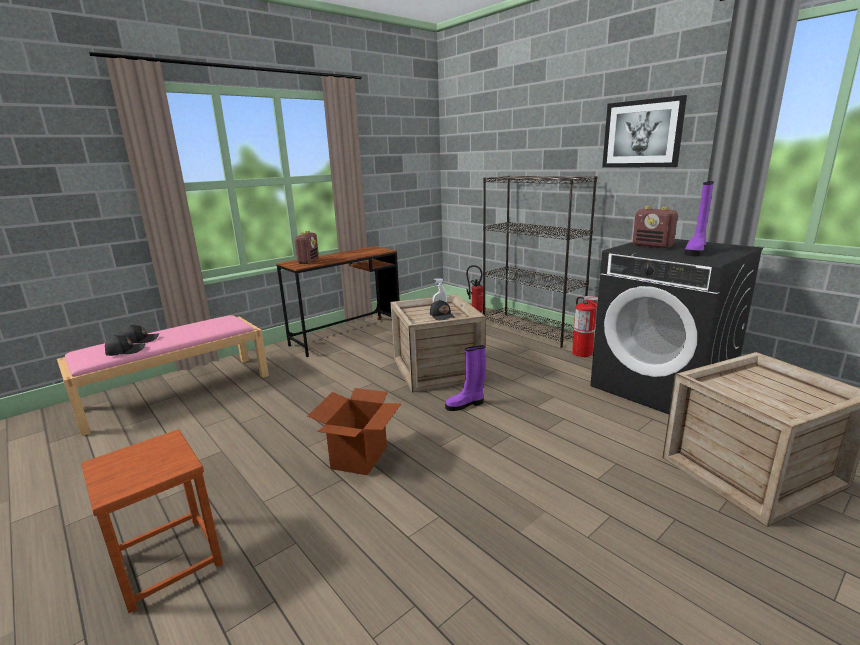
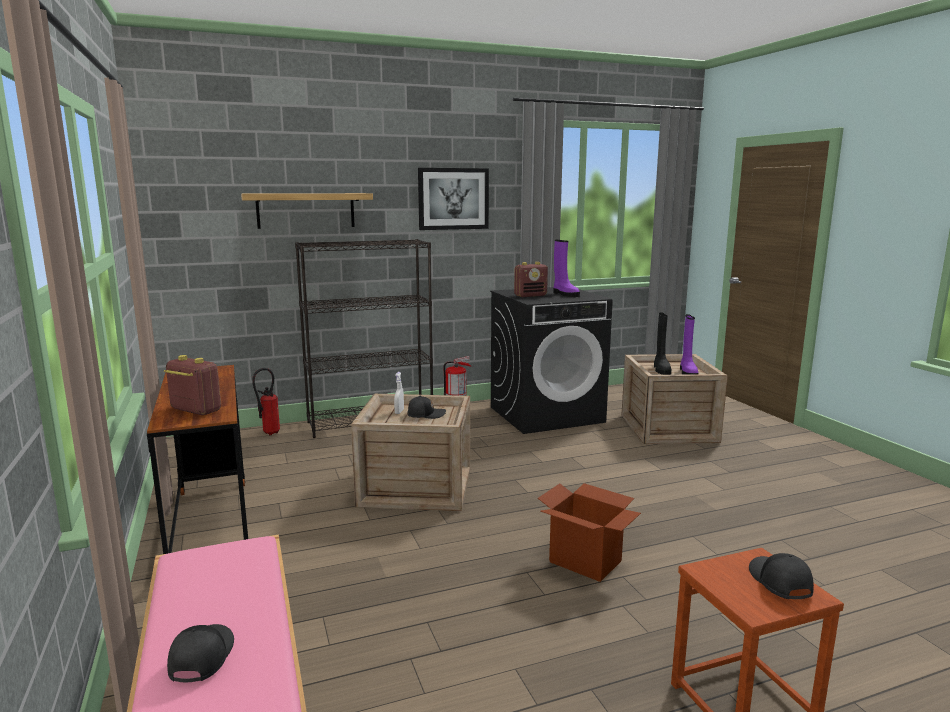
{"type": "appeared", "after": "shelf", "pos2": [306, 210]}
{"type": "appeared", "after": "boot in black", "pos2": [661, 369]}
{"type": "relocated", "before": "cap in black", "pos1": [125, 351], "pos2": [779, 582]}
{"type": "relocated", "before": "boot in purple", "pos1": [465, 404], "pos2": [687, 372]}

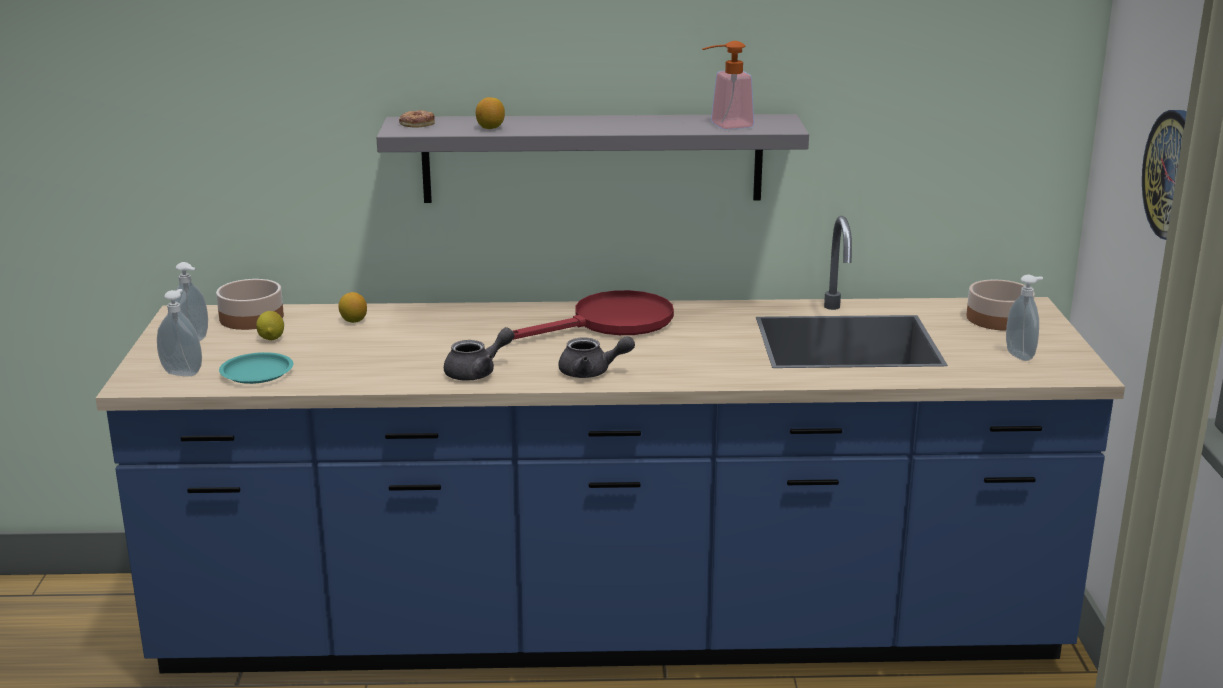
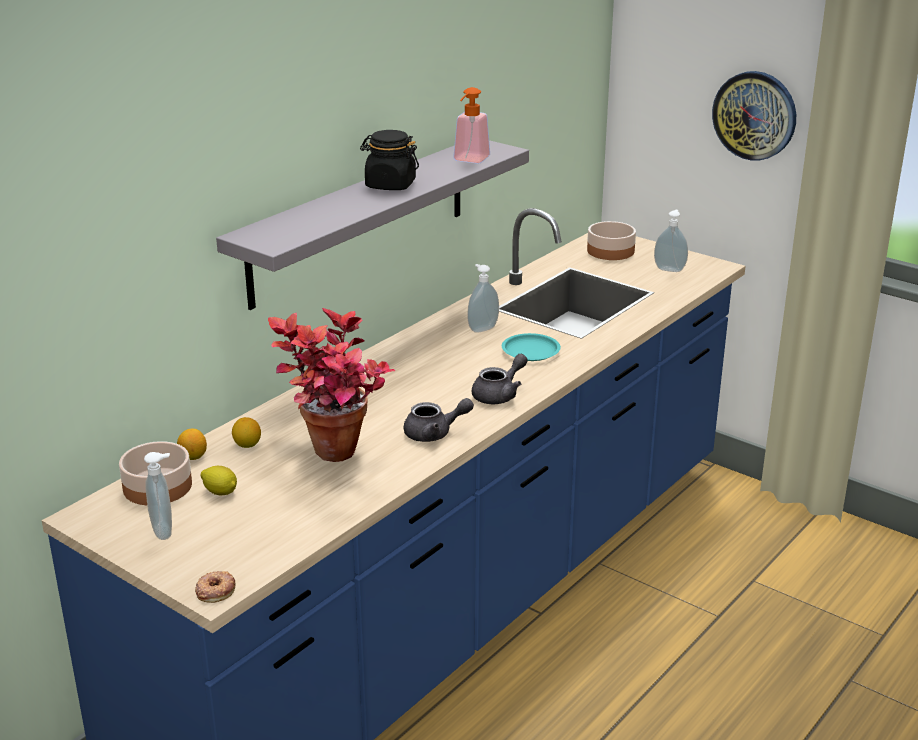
{"type": "missing", "before": "frying pan in red", "pos1": [610, 323]}
{"type": "appeared", "after": "potted plant", "pos2": [335, 461]}
{"type": "appeared", "after": "jar in black", "pos2": [390, 185]}
{"type": "relocated", "before": "soap dispenser", "pos1": [183, 372], "pos2": [482, 328]}
{"type": "relocated", "before": "plate in turquoise", "pos1": [256, 373], "pos2": [530, 351]}
{"type": "relocated", "before": "donut", "pos1": [417, 123], "pos2": [215, 590]}
{"type": "relocated", "before": "lemon", "pos1": [490, 128], "pos2": [193, 457]}
{"type": "spun", "before": "teapot in grey", "pos1": [477, 372], "pos2": [434, 433], "turn": 75}

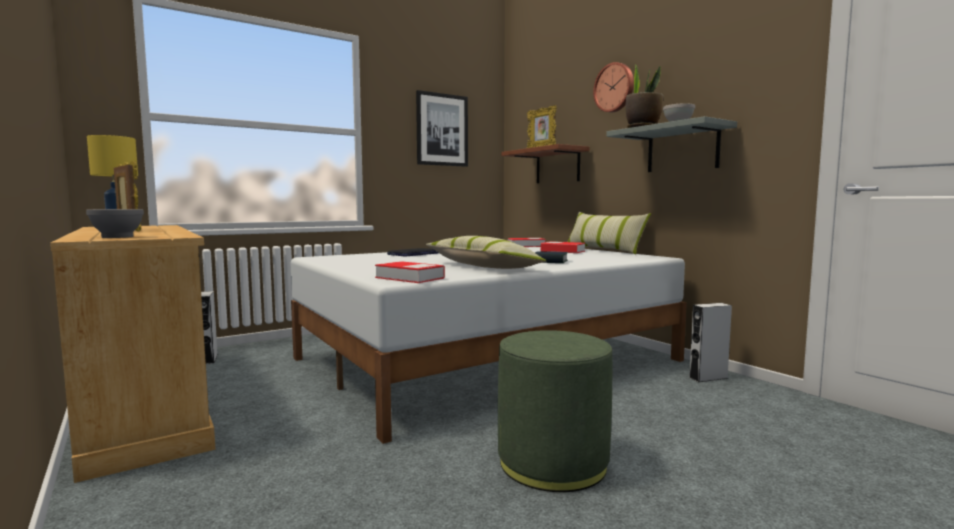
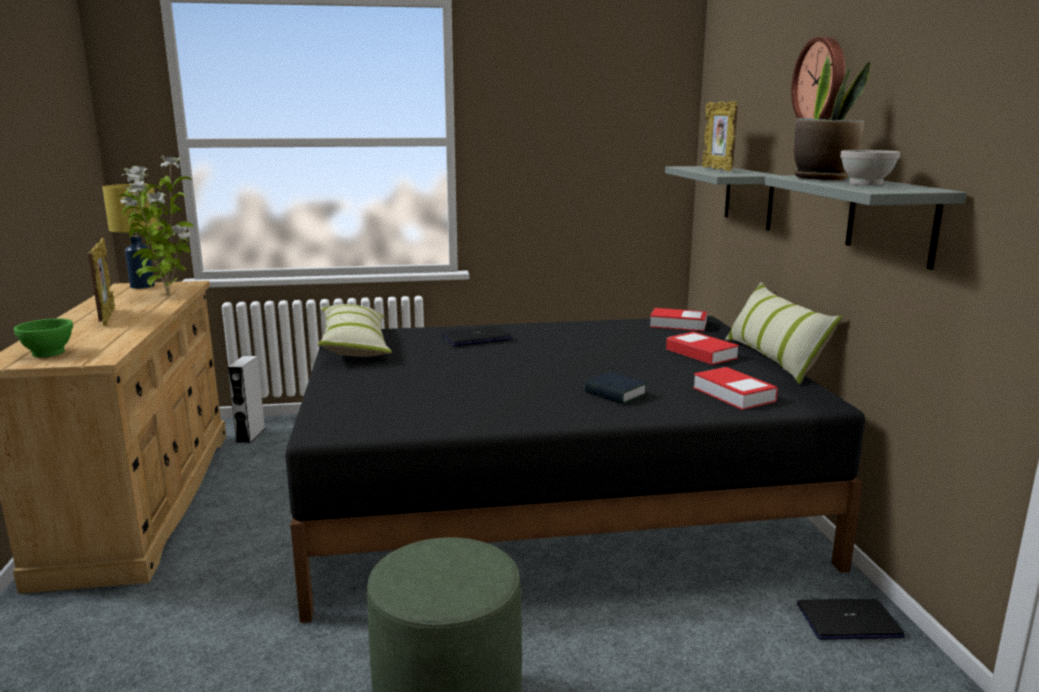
{"type": "missing", "before": "picture", "pos1": [442, 130]}
{"type": "appeared", "after": "potted plant", "pos2": [166, 295]}
{"type": "relocated", "before": "book", "pos1": [409, 278], "pos2": [733, 394]}
{"type": "relocated", "before": "pillow", "pos1": [483, 267], "pos2": [354, 345]}
{"type": "exchanged", "before": "speaker in grey", "after": "laptop", "pos1": [708, 378], "pos2": [848, 621]}
{"type": "colour", "before": "bowl in grey", "after": "bowl in green", "pos1": [118, 237], "pos2": [49, 353]}
{"type": "colour", "before": "bed in white", "after": "bed in black", "pos1": [487, 359], "pos2": [551, 503]}
{"type": "colour", "before": "shelf in brown", "after": "shelf in grey", "pos1": [557, 166], "pos2": [748, 197]}

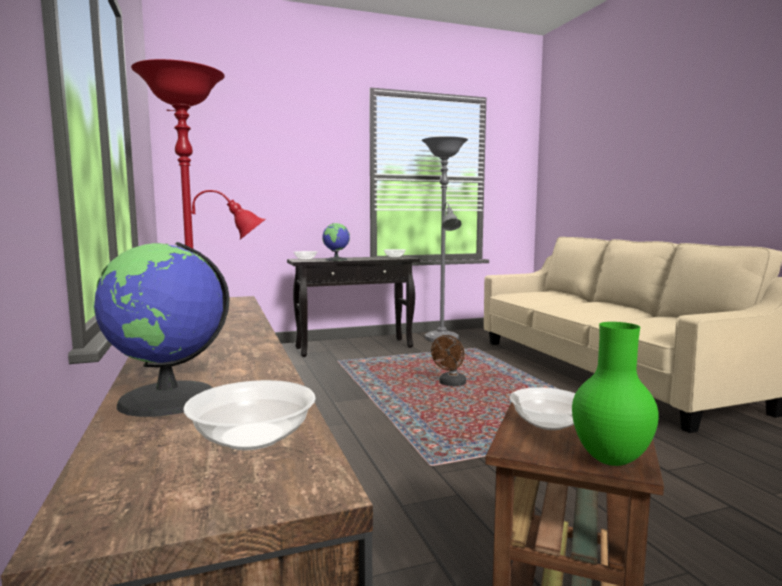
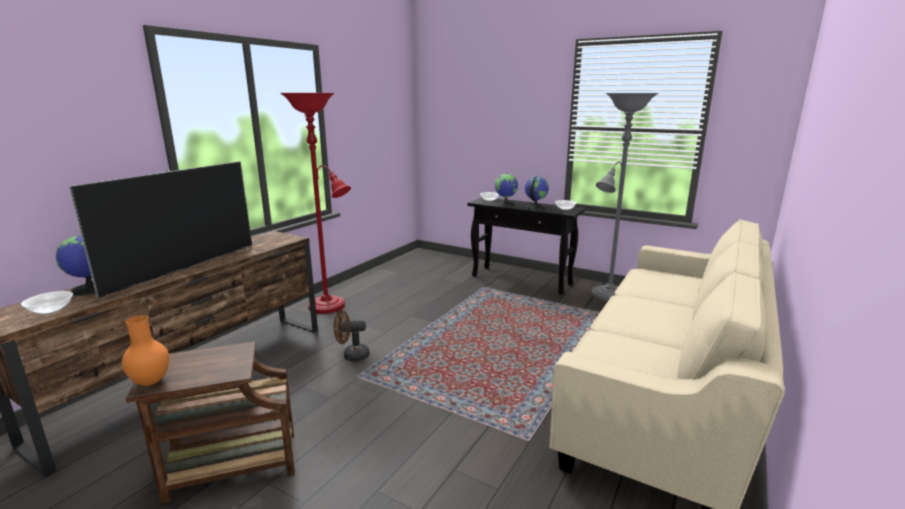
{"type": "missing", "before": "bowl", "pos1": [548, 423]}
{"type": "appeared", "after": "television", "pos2": [185, 268]}
{"type": "appeared", "after": "globe", "pos2": [535, 207]}
{"type": "relocated", "before": "fan in brown", "pos1": [450, 384], "pos2": [352, 355]}
{"type": "colour", "before": "vase in green", "after": "vase in orange", "pos1": [611, 460], "pos2": [152, 382]}

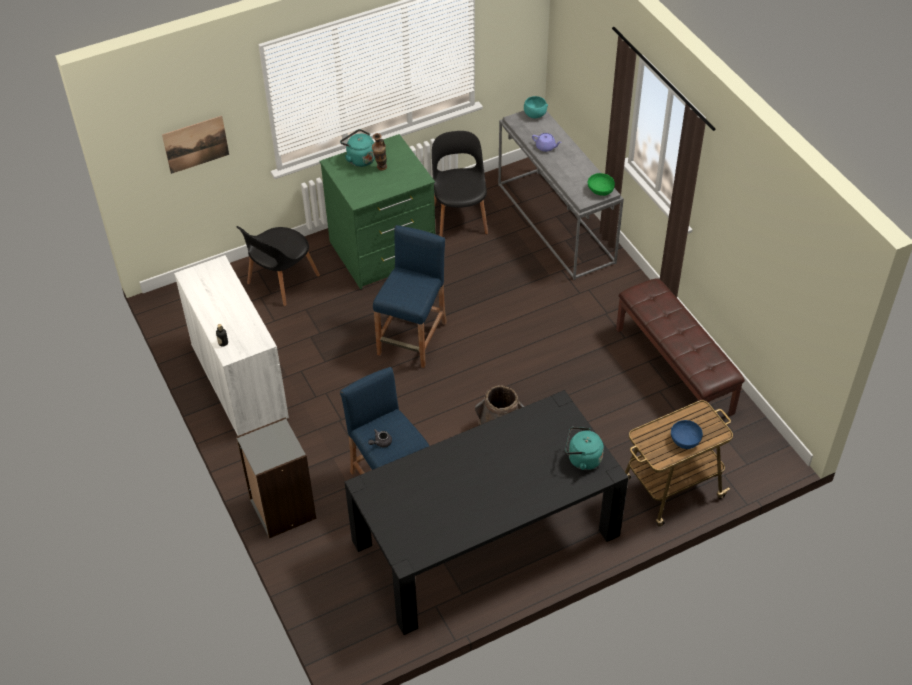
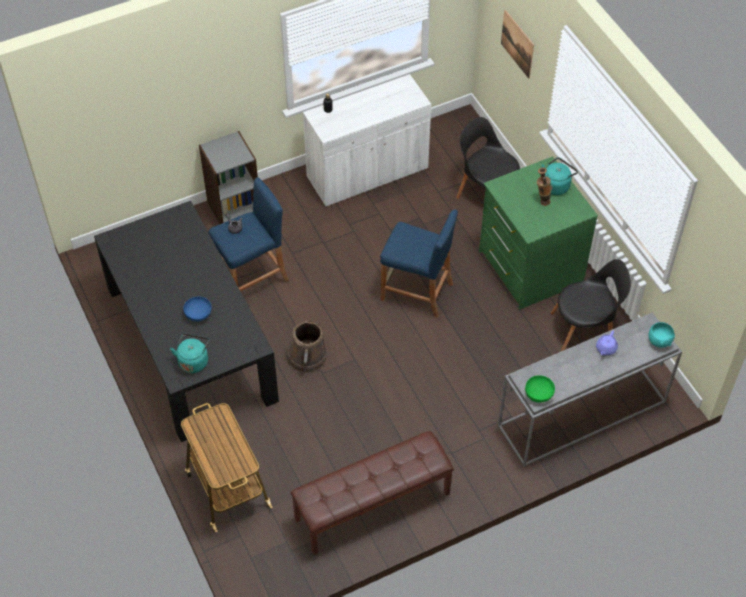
{"type": "relocated", "before": "bowl in blue", "pos1": [685, 440], "pos2": [198, 314]}

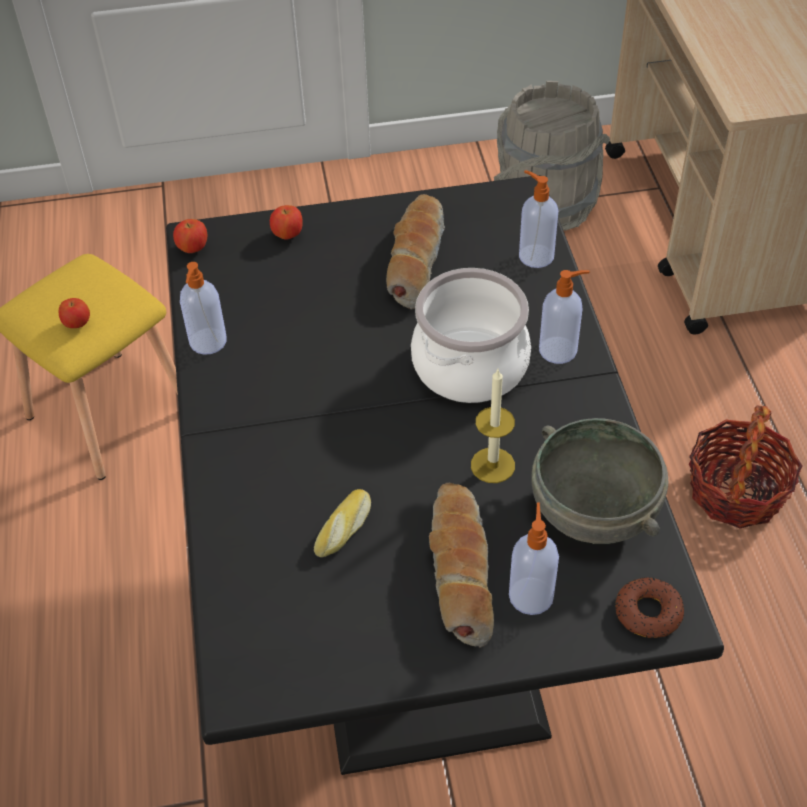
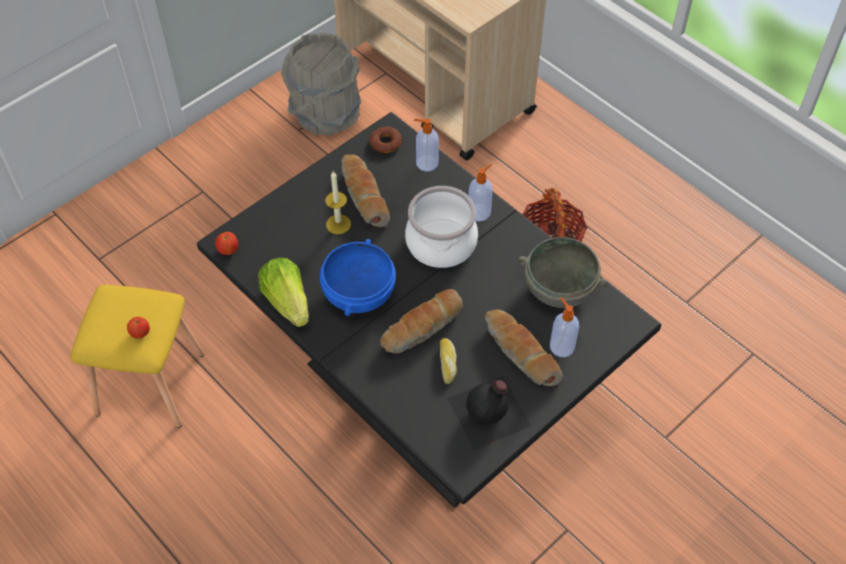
{"type": "missing", "before": "apple", "pos1": [288, 235]}
{"type": "appeared", "after": "bowl in blue", "pos2": [358, 294]}
{"type": "appeared", "after": "bread", "pos2": [423, 329]}
{"type": "appeared", "after": "bottle in black", "pos2": [490, 412]}
{"type": "relocated", "before": "candle", "pos1": [492, 465], "pos2": [338, 224]}
{"type": "relocated", "before": "donut", "pos1": [647, 612], "pos2": [385, 143]}
{"type": "exchanged", "before": "soap dispenser", "after": "lettuce", "pos1": [207, 342], "pos2": [287, 302]}

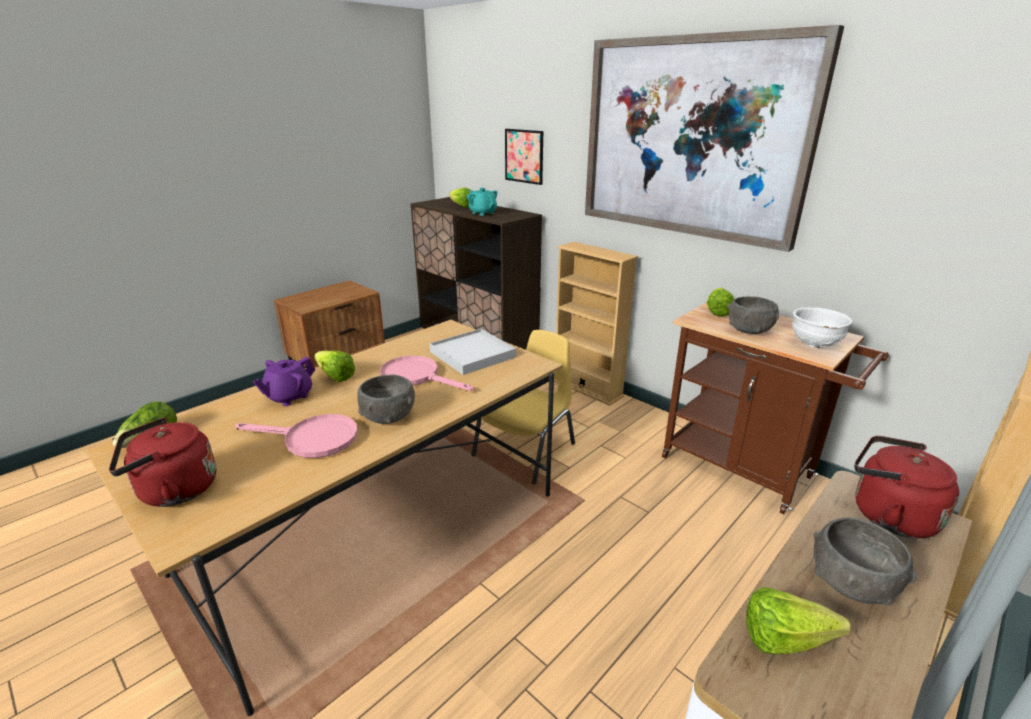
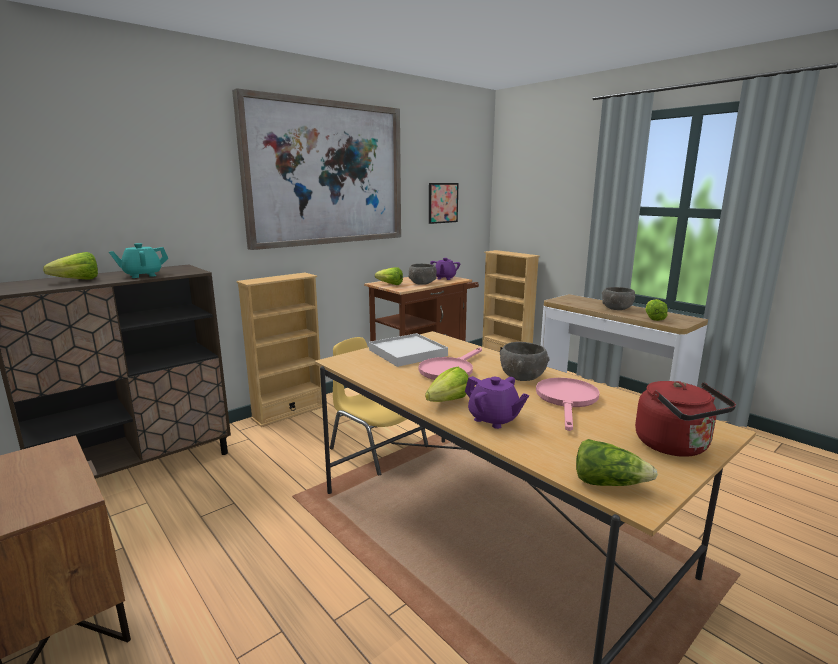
{"type": "missing", "before": "kettle in red", "pos1": [887, 515]}
{"type": "relocated", "before": "picture", "pos1": [524, 156], "pos2": [443, 203]}
{"type": "exchanged", "before": "bowl in white", "after": "teapot in purple", "pos1": [815, 344], "pos2": [444, 278]}

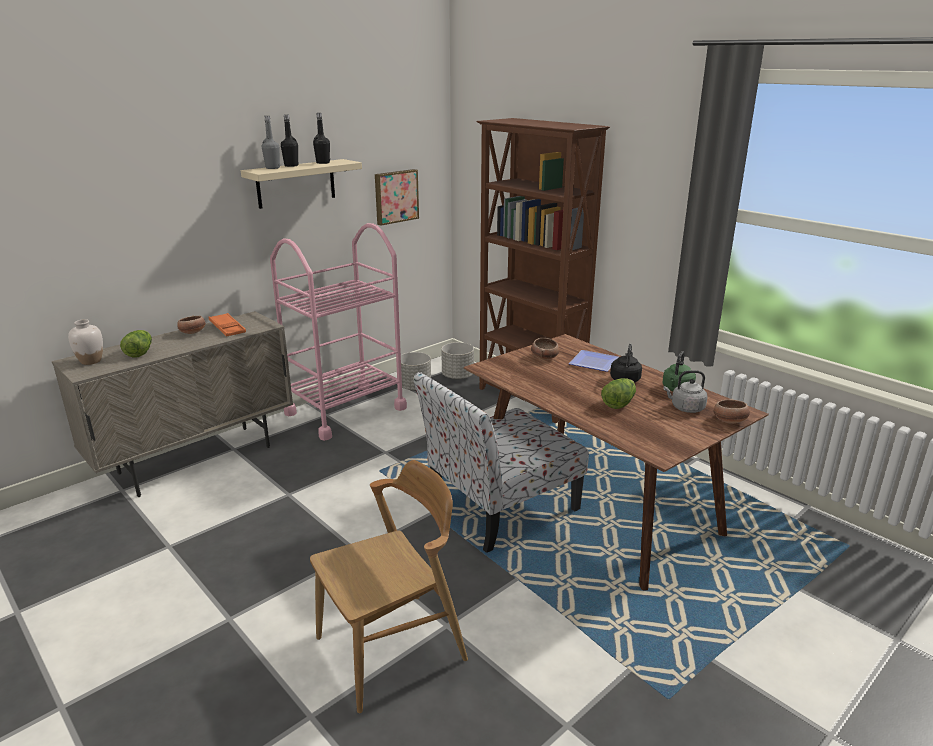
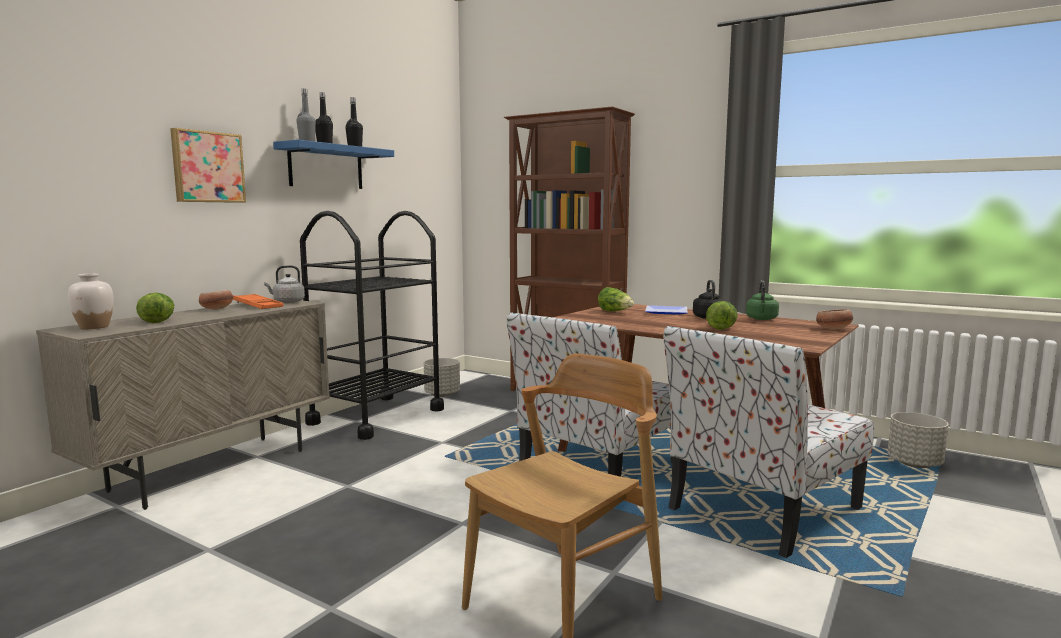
{"type": "appeared", "after": "chair", "pos2": [761, 510]}
{"type": "relocated", "before": "picture", "pos1": [395, 196], "pos2": [207, 167]}
{"type": "relocated", "before": "planter in grey", "pos1": [457, 376], "pos2": [914, 464]}
{"type": "relocated", "before": "kettle in grey", "pos1": [685, 408], "pos2": [287, 302]}
{"type": "exchanged", "before": "bowl", "after": "lettuce", "pos1": [544, 357], "pos2": [616, 312]}
{"type": "colour", "before": "shelf in beige", "after": "shelf in blue", "pos1": [296, 183], "pos2": [326, 167]}
{"type": "colour", "before": "cart in pink", "after": "cart in black", "pos1": [345, 411], "pos2": [377, 416]}

